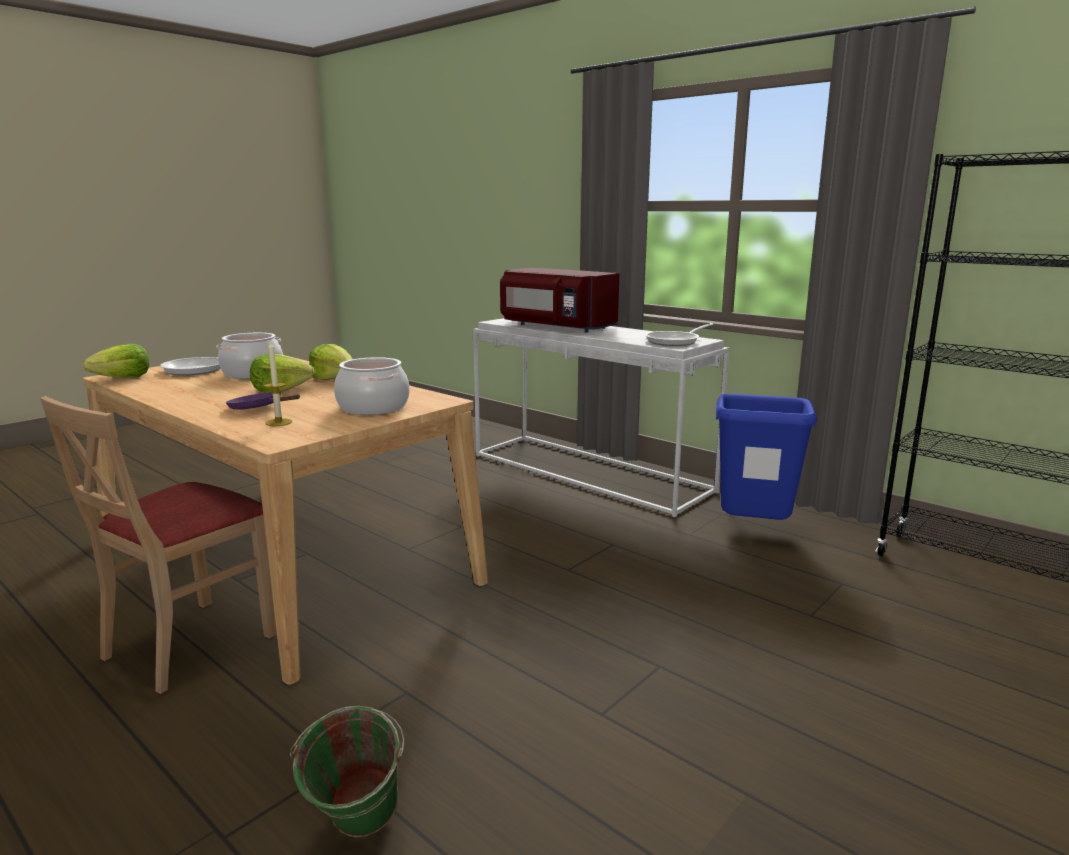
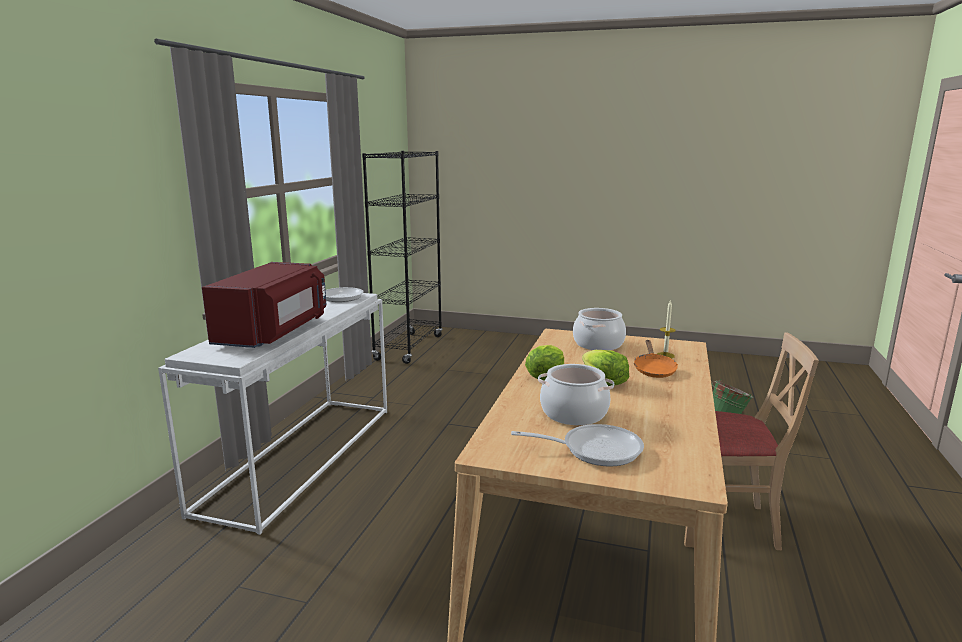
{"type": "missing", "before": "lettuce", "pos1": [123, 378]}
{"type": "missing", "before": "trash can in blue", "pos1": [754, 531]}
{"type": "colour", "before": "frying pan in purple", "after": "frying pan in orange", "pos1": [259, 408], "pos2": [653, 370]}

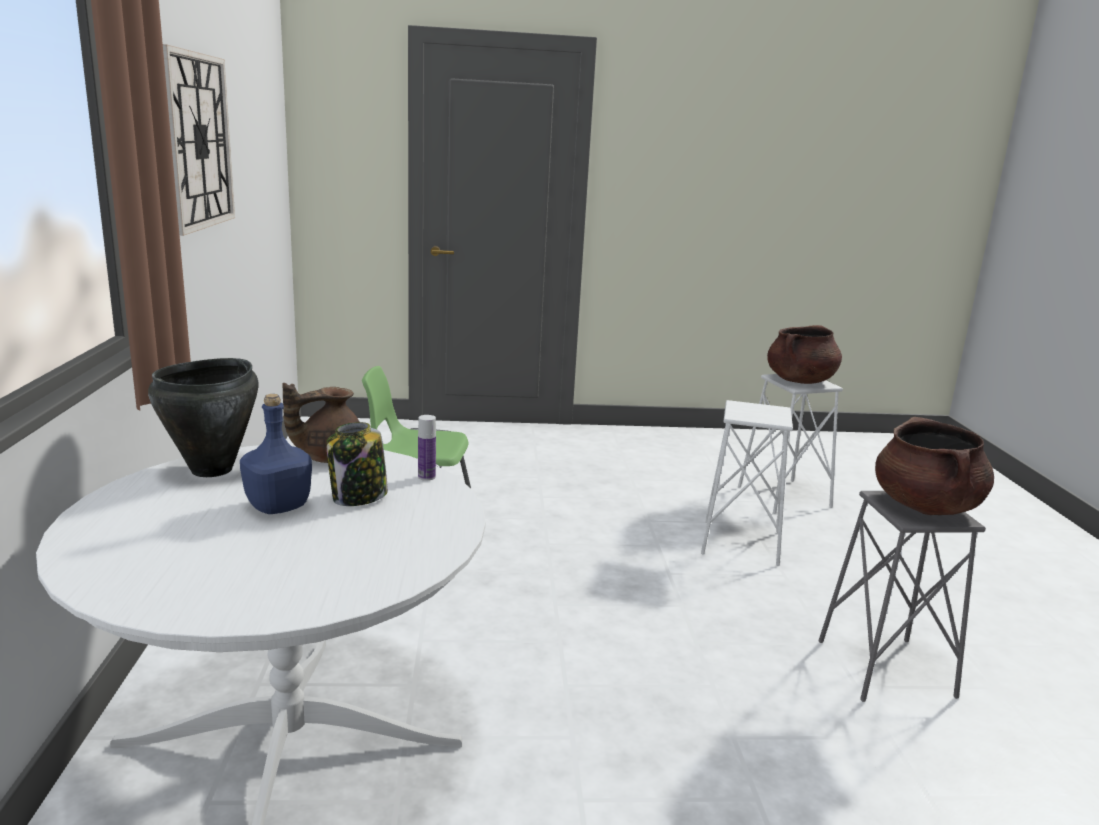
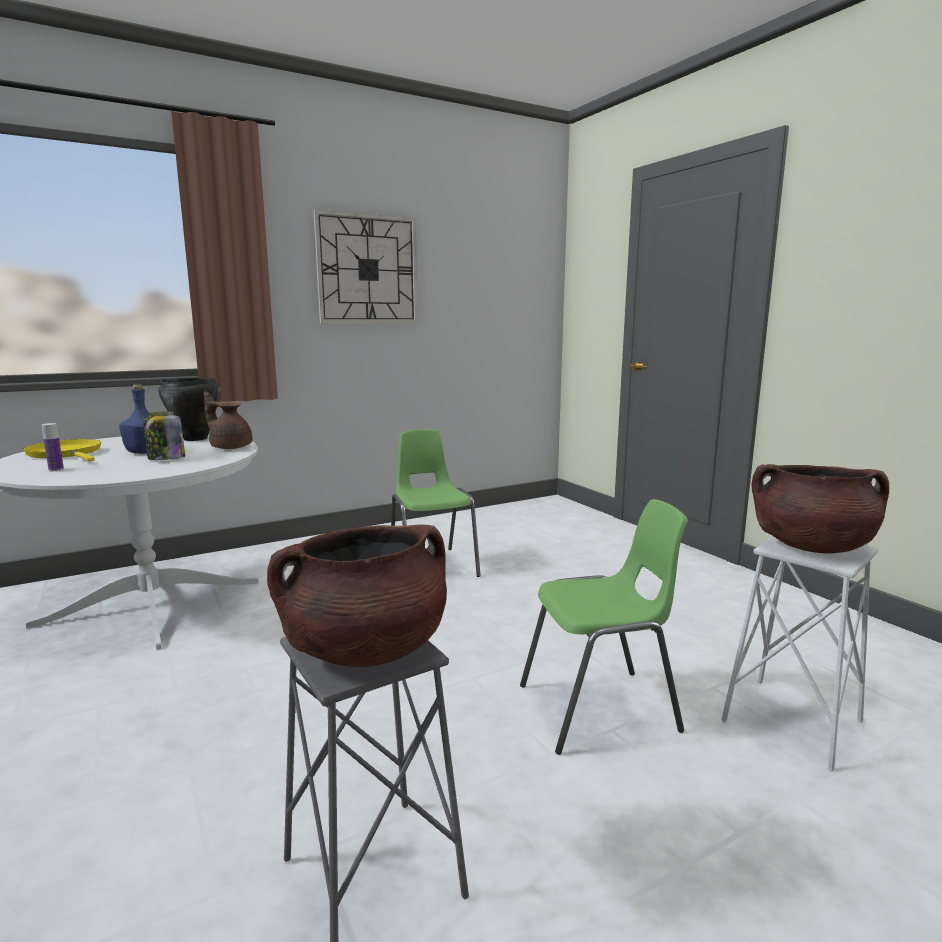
{"type": "appeared", "after": "frying pan in yellow", "pos2": [66, 454]}
{"type": "relocated", "before": "bottle", "pos1": [426, 477], "pos2": [56, 469]}
{"type": "exchanged", "before": "stool in white", "after": "chair in green", "pos1": [741, 542], "pos2": [600, 709]}

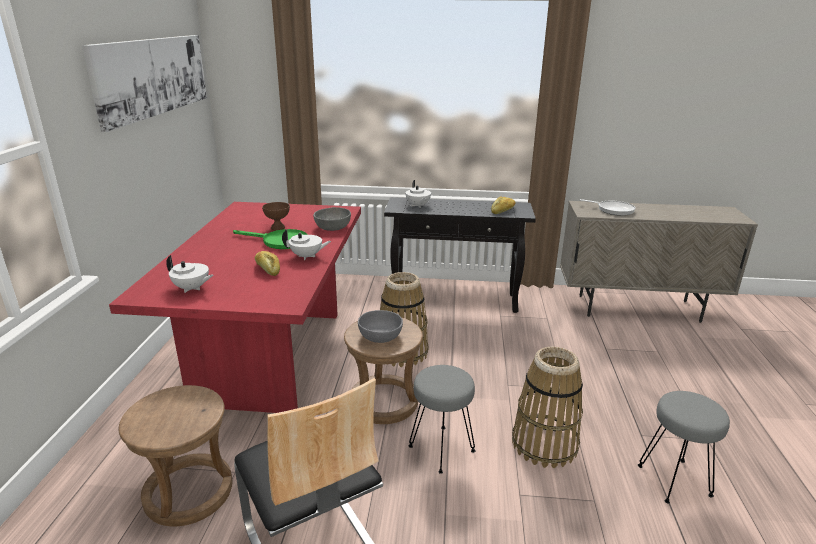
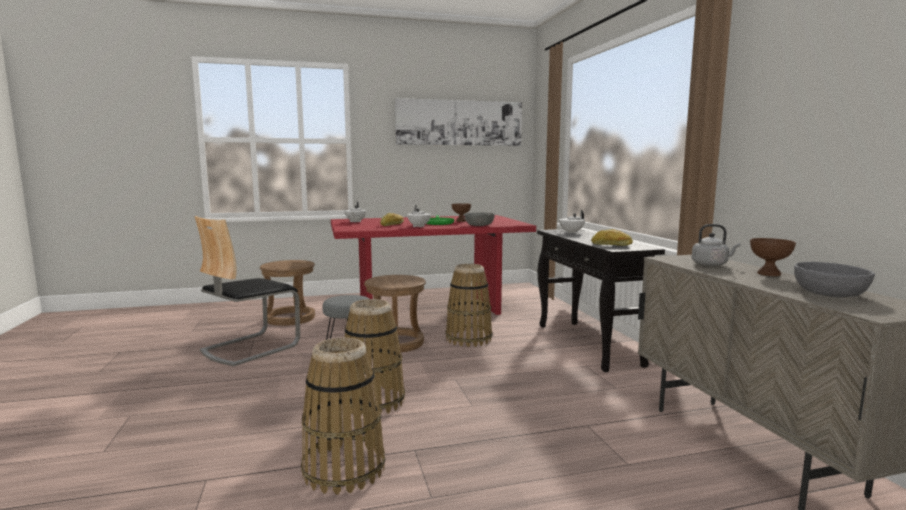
{"type": "appeared", "after": "bowl in brown", "pos2": [769, 274]}
{"type": "relocated", "before": "bowl in grey", "pos1": [380, 336], "pos2": [830, 293]}
{"type": "exchanged", "before": "frying pan", "after": "kettle in grey", "pos1": [613, 210], "pos2": [711, 264]}
{"type": "exchanged", "before": "stool in grey", "after": "basket", "pos1": [674, 479], "pos2": [344, 469]}

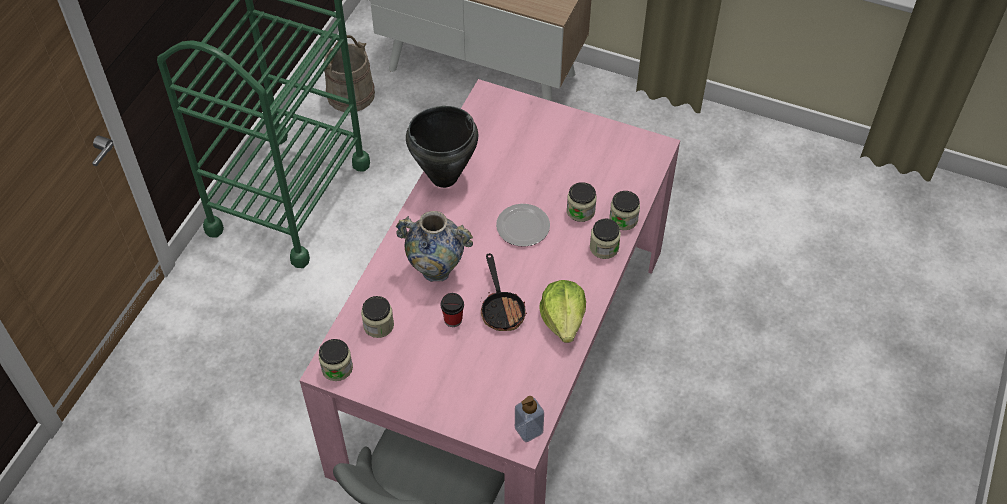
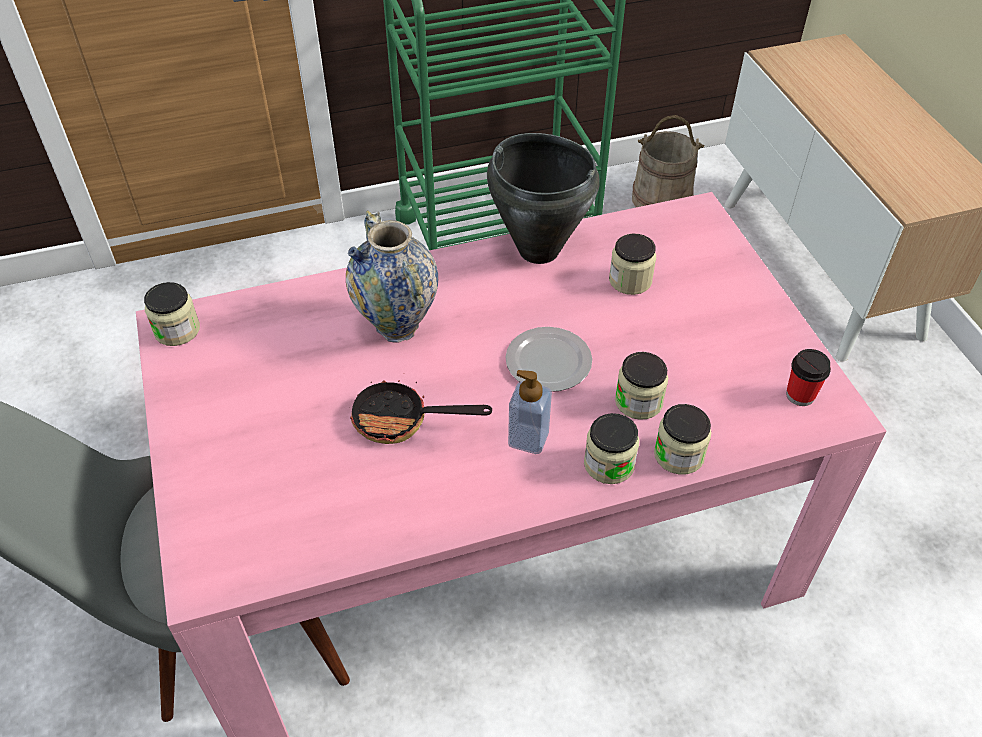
{"type": "missing", "before": "lettuce", "pos1": [563, 319]}
{"type": "relocated", "before": "jar", "pos1": [378, 325], "pos2": [630, 280]}
{"type": "relocated", "before": "cup", "pos1": [453, 319], "pos2": [800, 395]}
{"type": "relocated", "before": "soap dispenser", "pos1": [528, 430], "pos2": [528, 439]}
{"type": "spun", "before": "frying pan", "pos1": [501, 308], "pos2": [401, 421], "turn": 60}

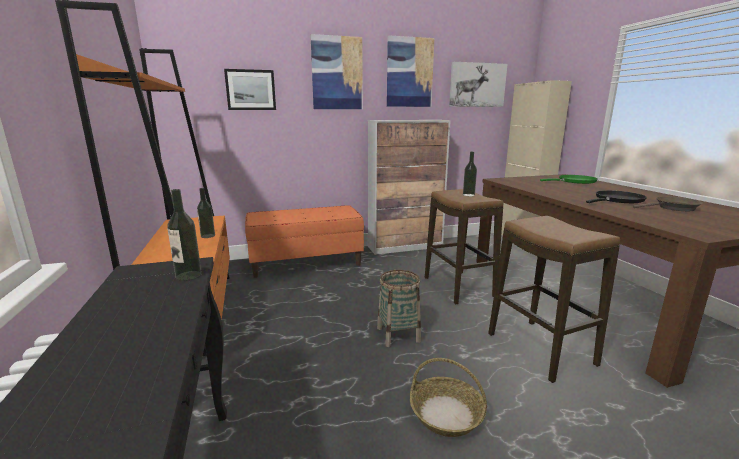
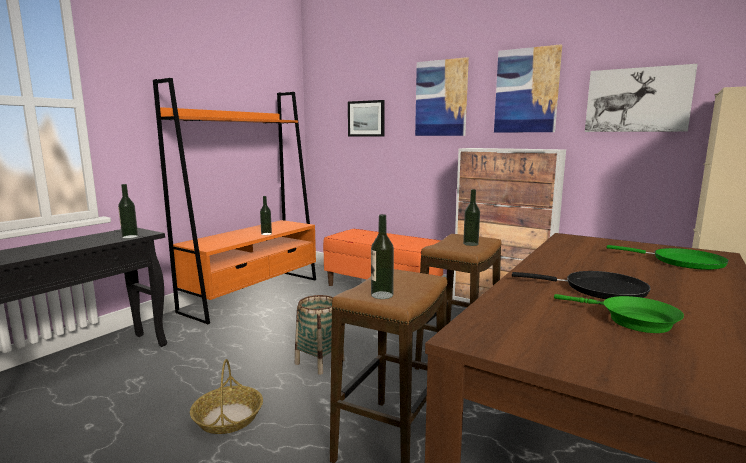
{"type": "appeared", "after": "bottle", "pos2": [382, 295]}
{"type": "colour", "before": "frying pan in brown", "after": "frying pan in green", "pos1": [673, 208], "pos2": [632, 320]}

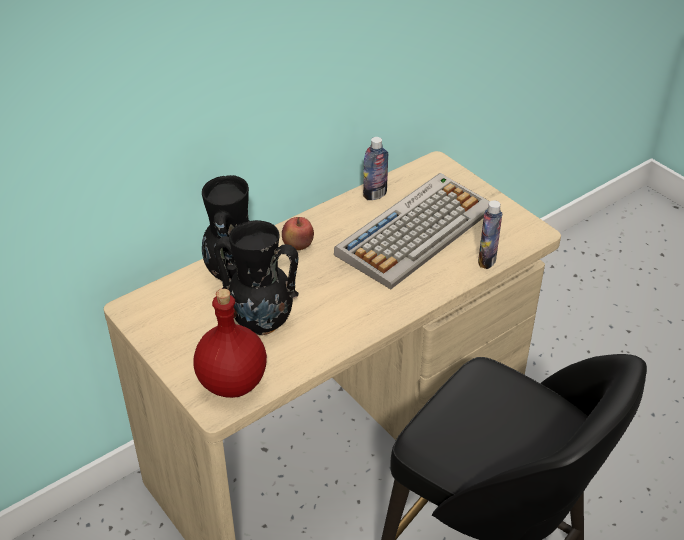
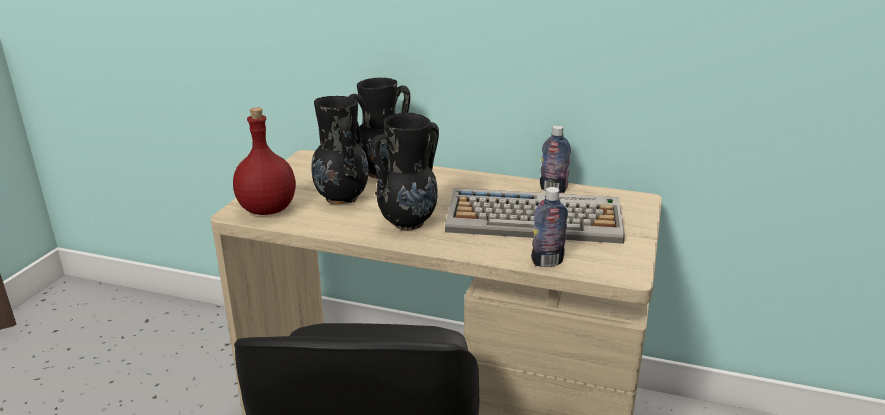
{"type": "missing", "before": "apple", "pos1": [298, 247]}
{"type": "appeared", "after": "vase in black", "pos2": [409, 223]}

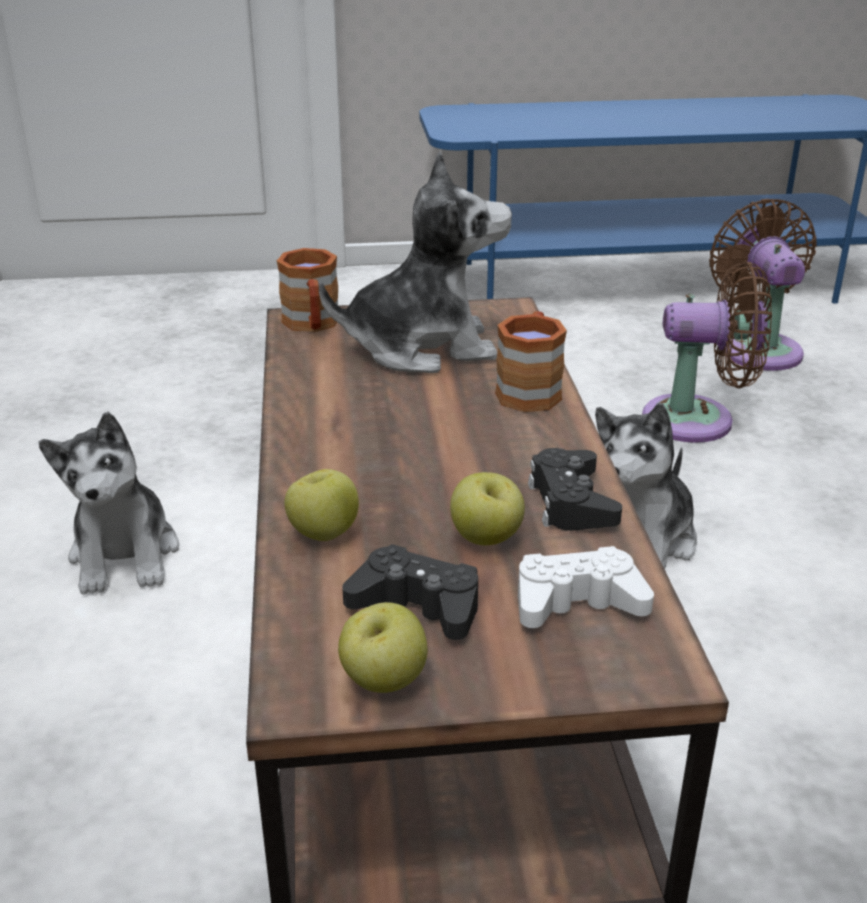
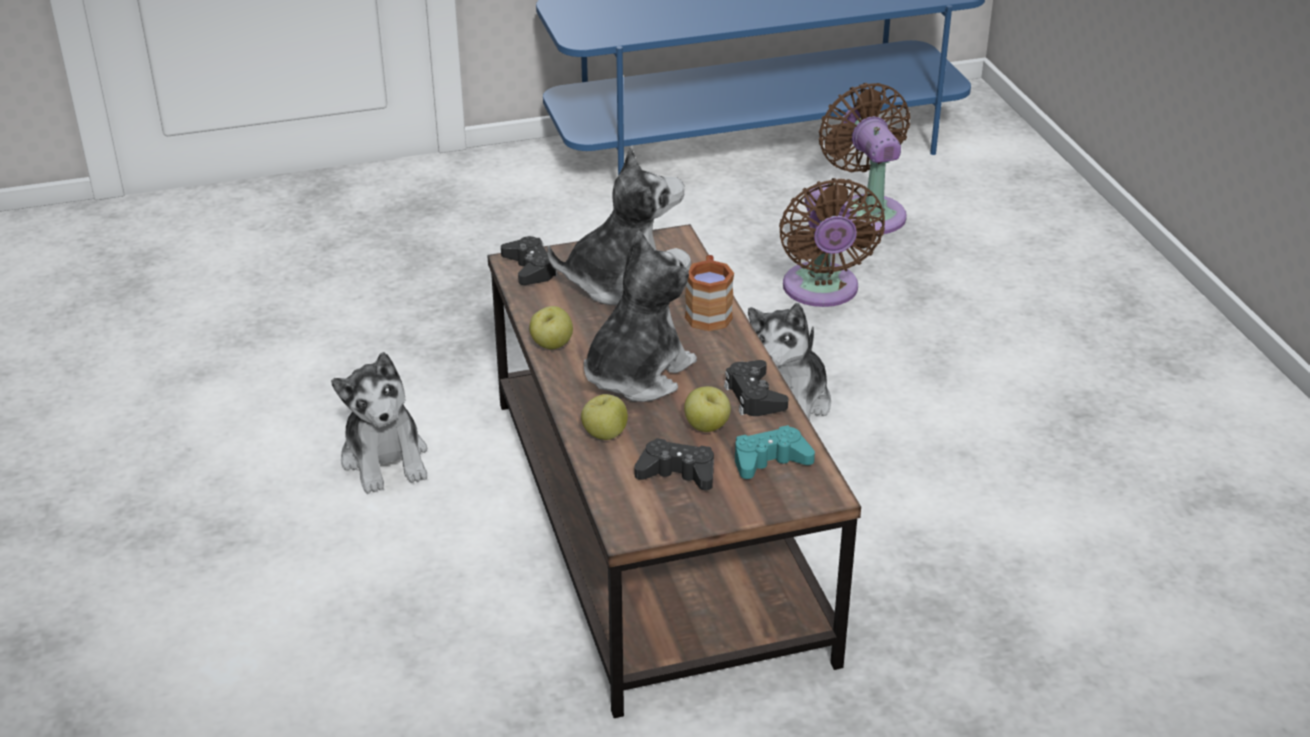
{"type": "appeared", "after": "plush toy", "pos2": [636, 374]}
{"type": "relocated", "before": "apple", "pos1": [384, 681], "pos2": [552, 345]}
{"type": "exchanged", "before": "mug in brown", "after": "game controller in black", "pos1": [312, 325], "pos2": [530, 268]}
{"type": "colour", "before": "game controller in white", "after": "game controller in turquoise", "pos1": [577, 602], "pos2": [770, 461]}
{"type": "spun", "before": "fan in brown", "pos1": [698, 420], "pos2": [821, 291], "turn": 90}

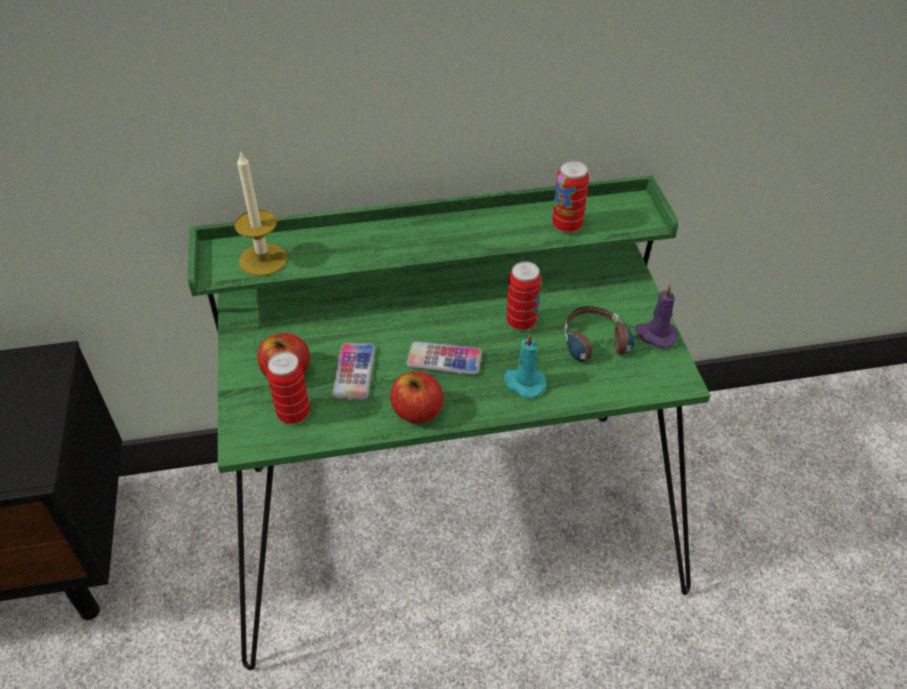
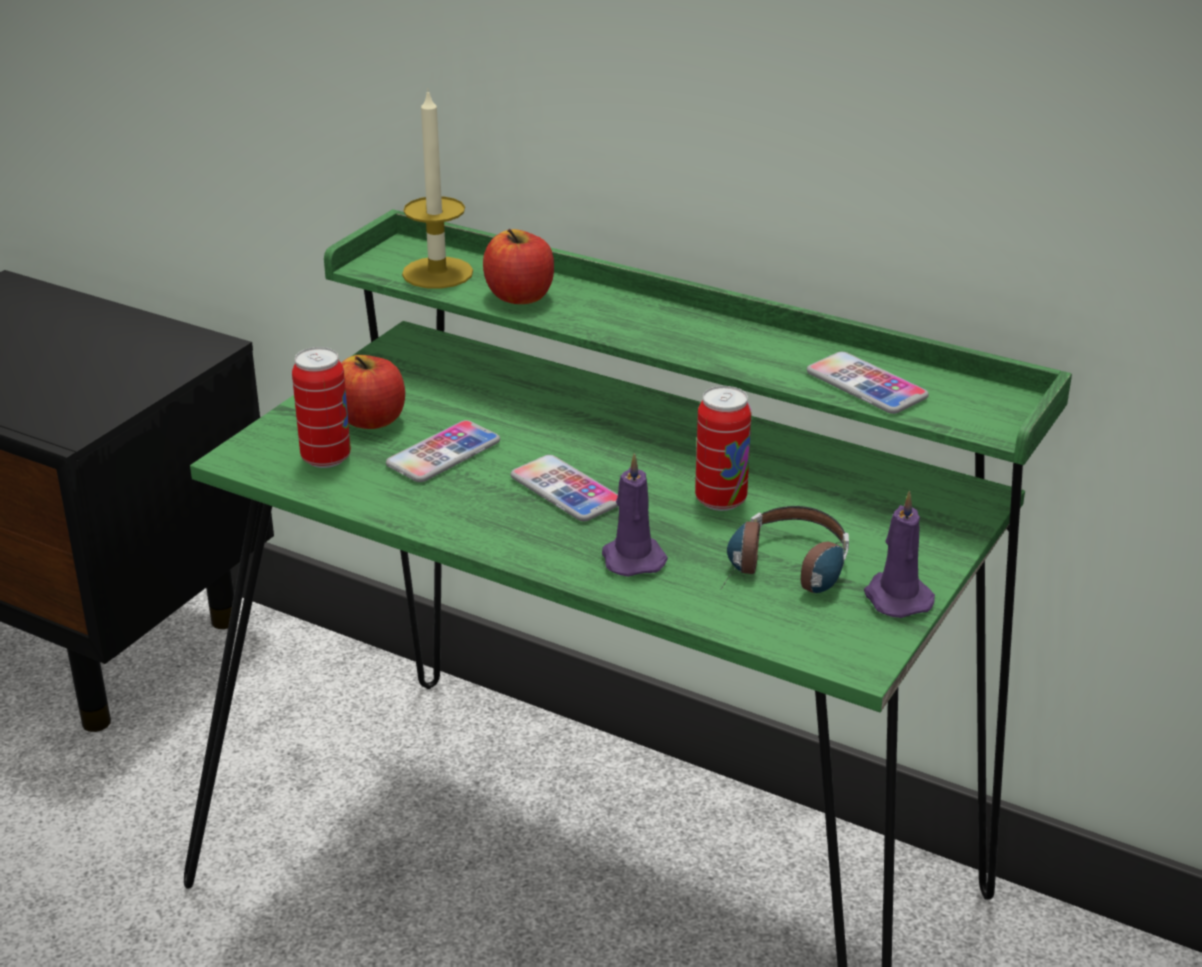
{"type": "relocated", "before": "apple", "pos1": [417, 411], "pos2": [520, 296]}
{"type": "exchanged", "before": "can", "after": "phone", "pos1": [567, 226], "pos2": [866, 385]}
{"type": "colour", "before": "candle in turquoise", "after": "candle in purple", "pos1": [523, 383], "pos2": [632, 558]}

